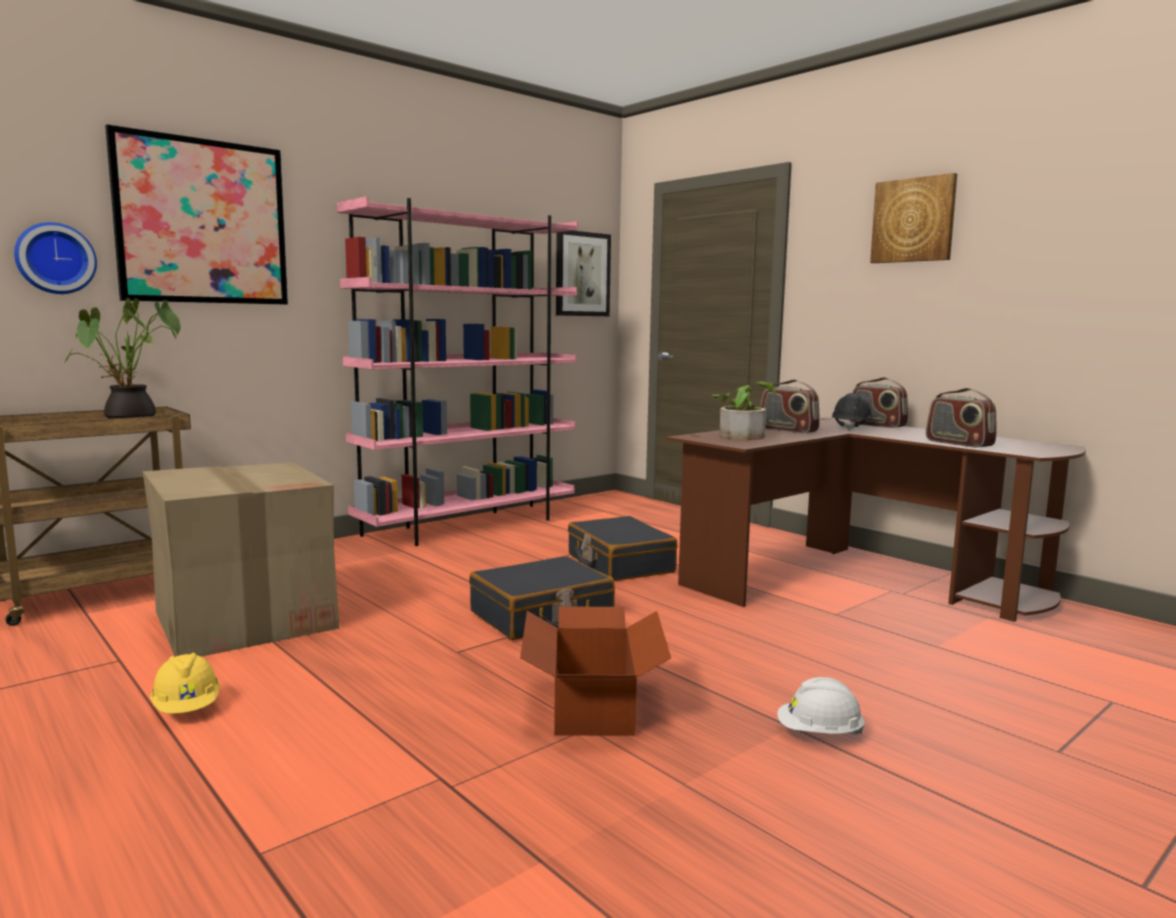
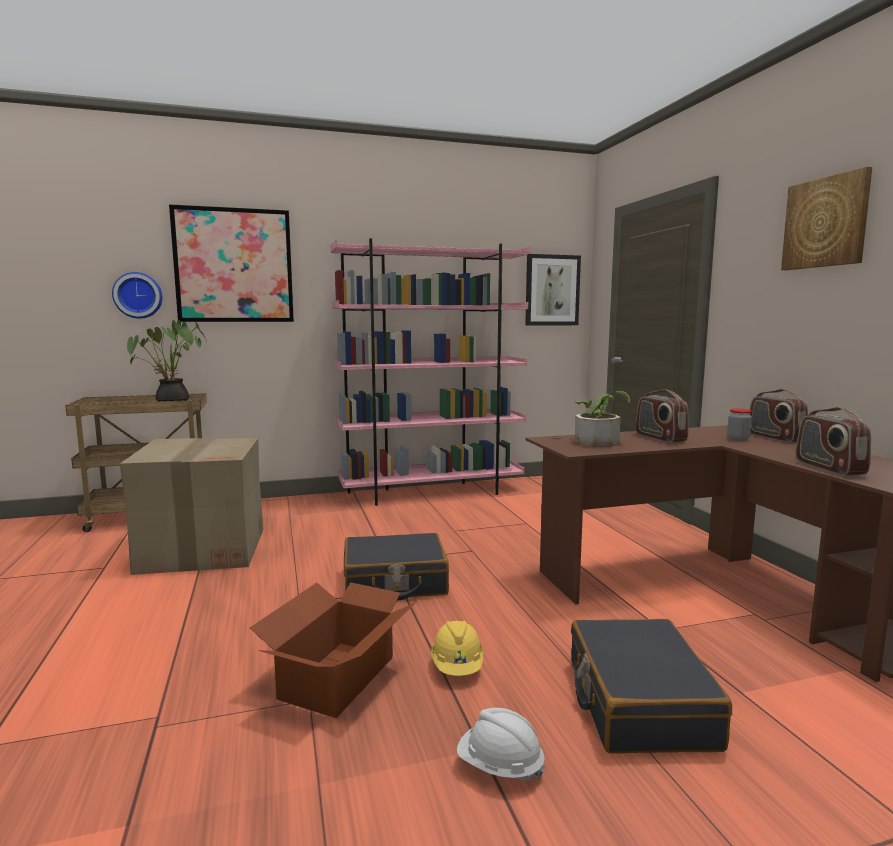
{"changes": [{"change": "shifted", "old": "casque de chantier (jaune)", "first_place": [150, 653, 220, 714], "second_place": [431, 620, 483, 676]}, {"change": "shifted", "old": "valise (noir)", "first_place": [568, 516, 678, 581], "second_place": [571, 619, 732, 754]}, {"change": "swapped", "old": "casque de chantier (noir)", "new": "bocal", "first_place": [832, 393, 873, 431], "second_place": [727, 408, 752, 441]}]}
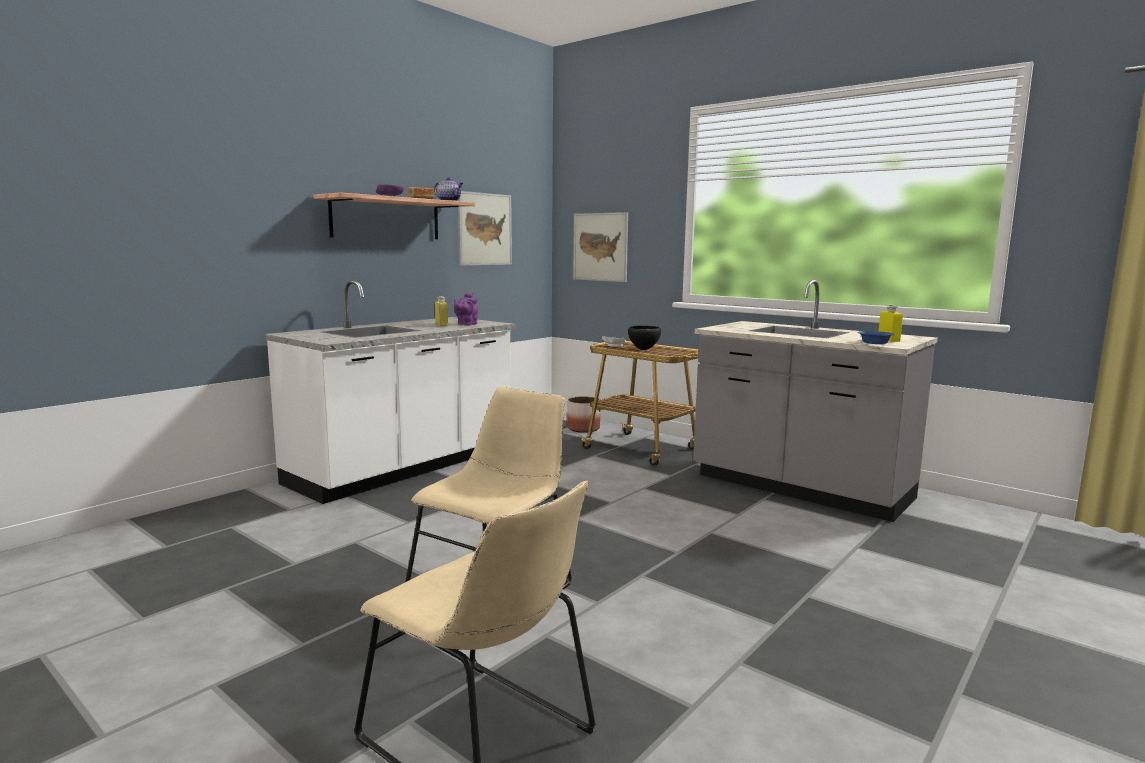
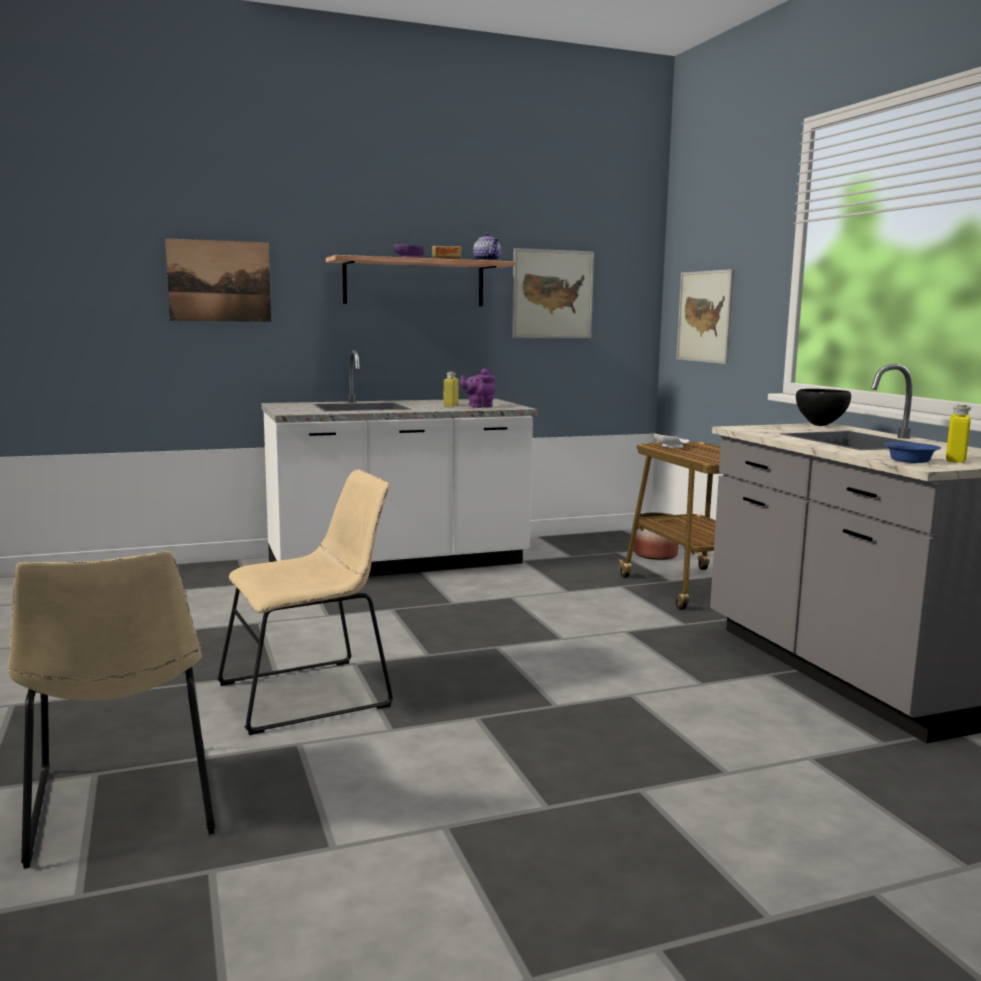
{"changes": [{"change": "shifted", "old": "bol (noir)", "first_place": [628, 326, 661, 350], "second_place": [796, 389, 851, 426]}, {"change": "new", "new": "tableau", "second_place": [165, 238, 271, 322]}]}
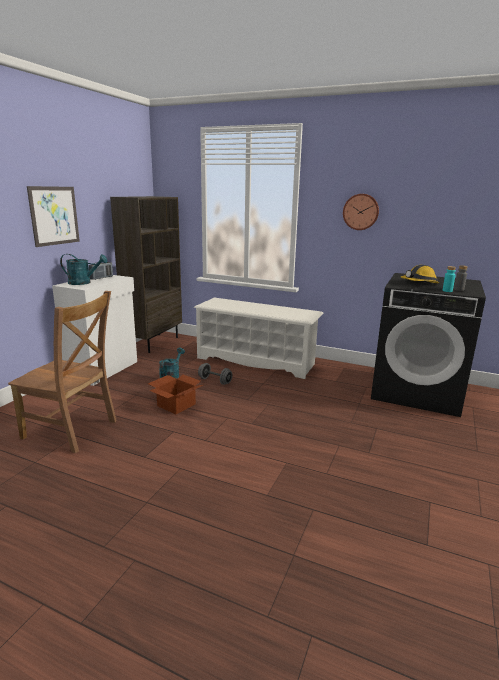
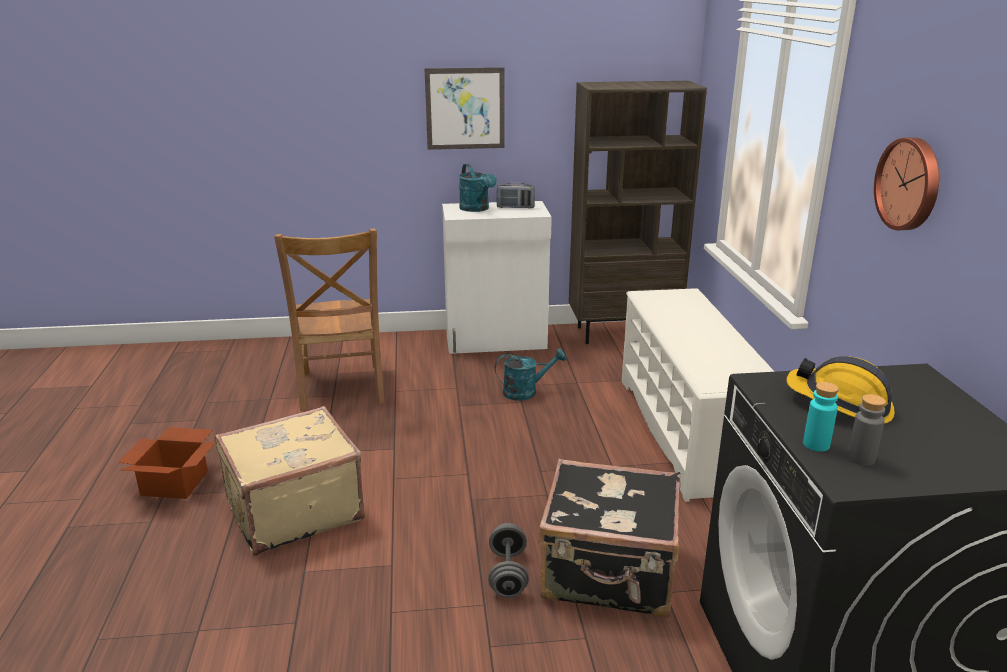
{"changes": [{"change": "shifted", "old": "carton", "first_place": [148, 375, 203, 414], "second_place": [118, 427, 215, 499]}, {"change": "shifted", "old": "haltère (gris)", "first_place": [198, 363, 232, 385], "second_place": [488, 523, 529, 598]}, {"change": "new", "new": "valise (beige)", "second_place": [215, 406, 365, 556]}, {"change": "new", "new": "valise (noir)", "second_place": [539, 459, 681, 617]}]}
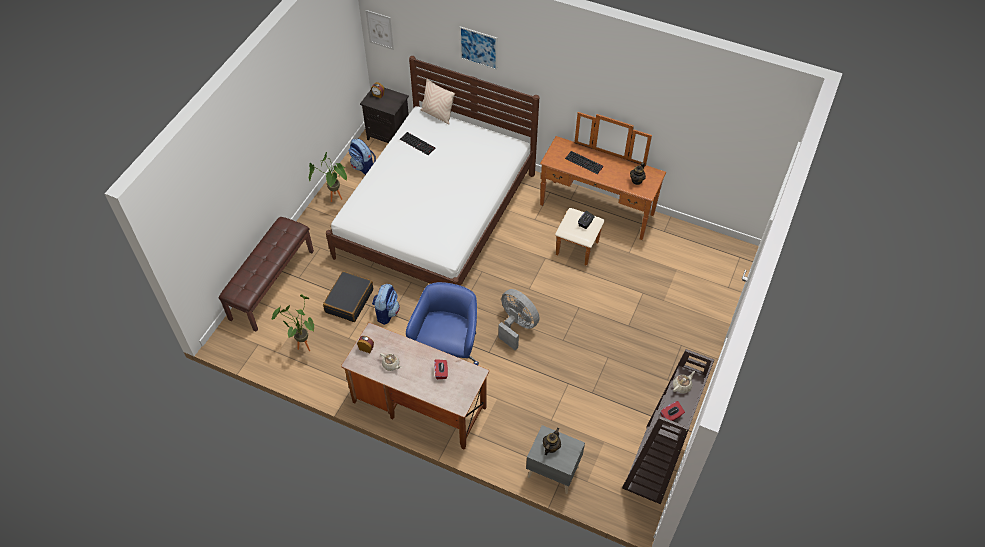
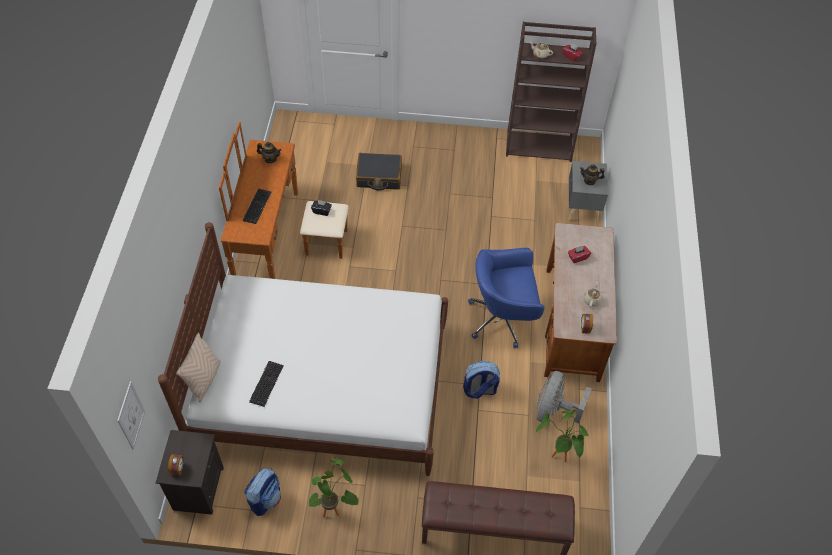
{"changes": [{"change": "shifted", "old": "valise (noir)", "first_place": [323, 271, 373, 322], "second_place": [356, 153, 402, 190]}, {"change": "gone", "old": "tableau", "first_place": [460, 26, 497, 70]}, {"change": "shifted", "old": "ventilateur (gris)", "first_place": [498, 289, 540, 351], "second_place": [536, 371, 591, 423]}]}
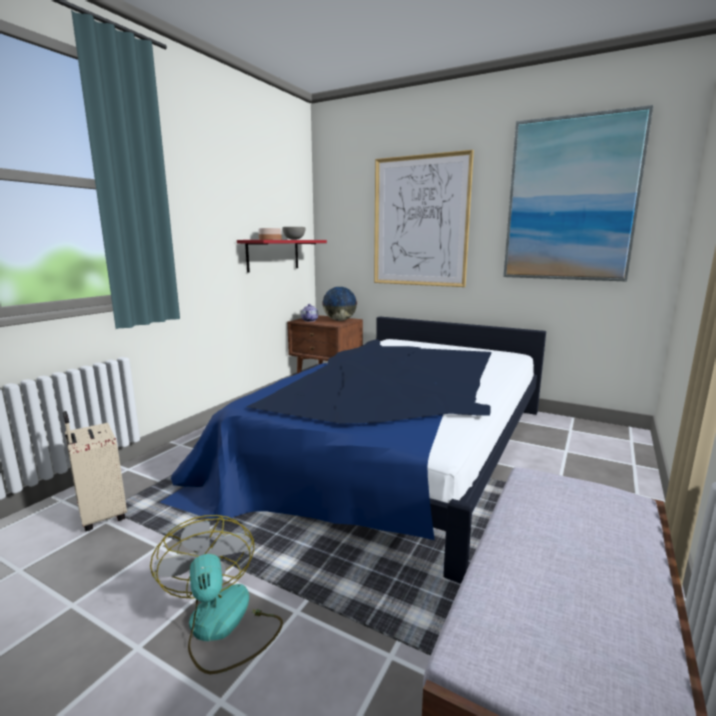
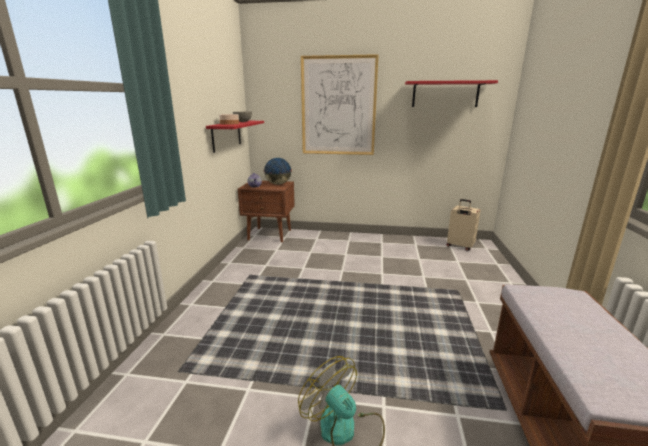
{"changes": [{"change": "shifted", "old": "valise (beige)", "first_place": [63, 411, 127, 531], "second_place": [446, 199, 480, 251]}, {"change": "gone", "old": "lit", "first_place": [160, 317, 546, 584]}, {"change": "swapped", "old": "tableau", "new": "étagère (rouge)", "first_place": [503, 105, 653, 282], "second_place": [405, 80, 498, 107]}]}
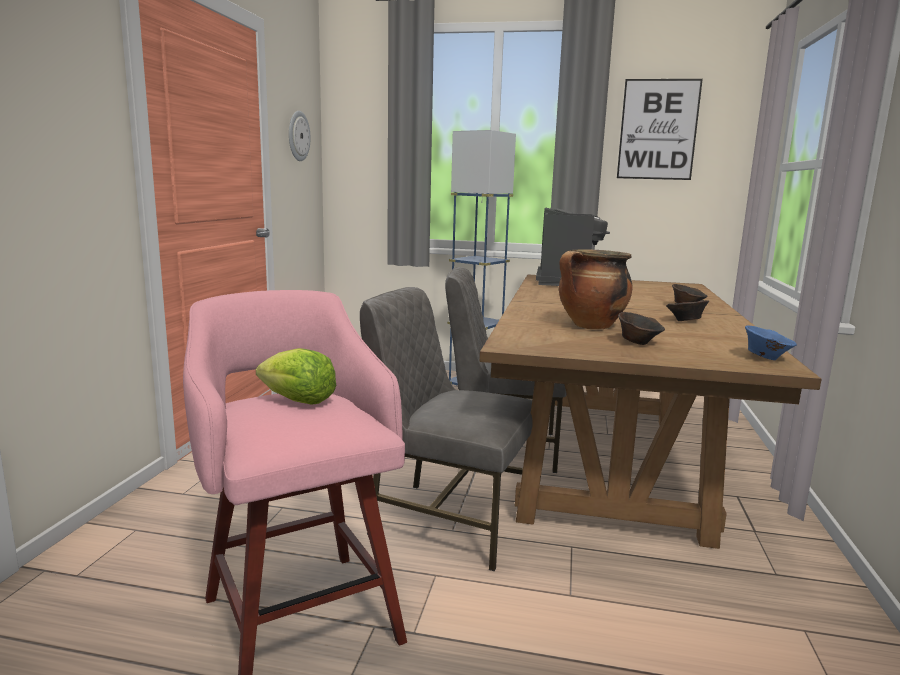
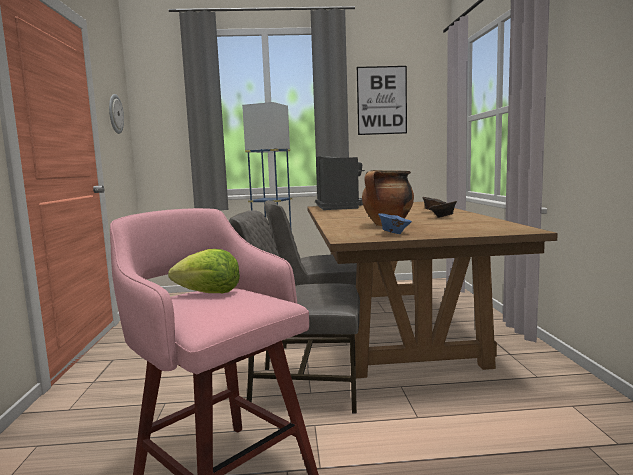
{"changes": [{"change": "gone", "old": "bol (marron)", "first_place": [618, 312, 665, 345]}, {"change": "shifted", "old": "bol (bleu)", "first_place": [745, 325, 797, 360], "second_place": [378, 213, 412, 234]}]}
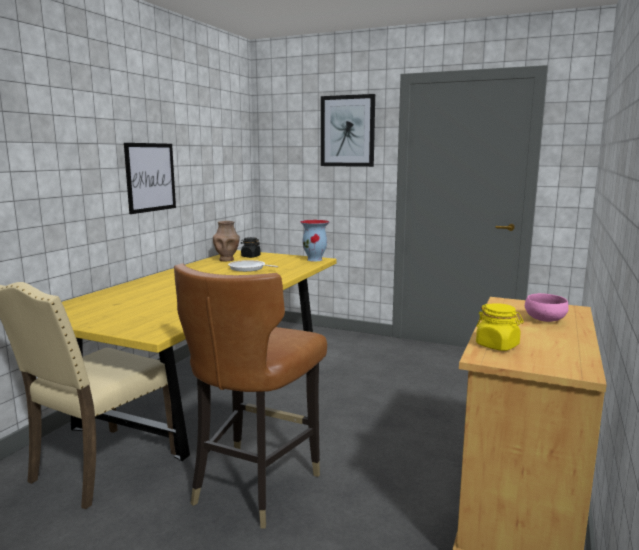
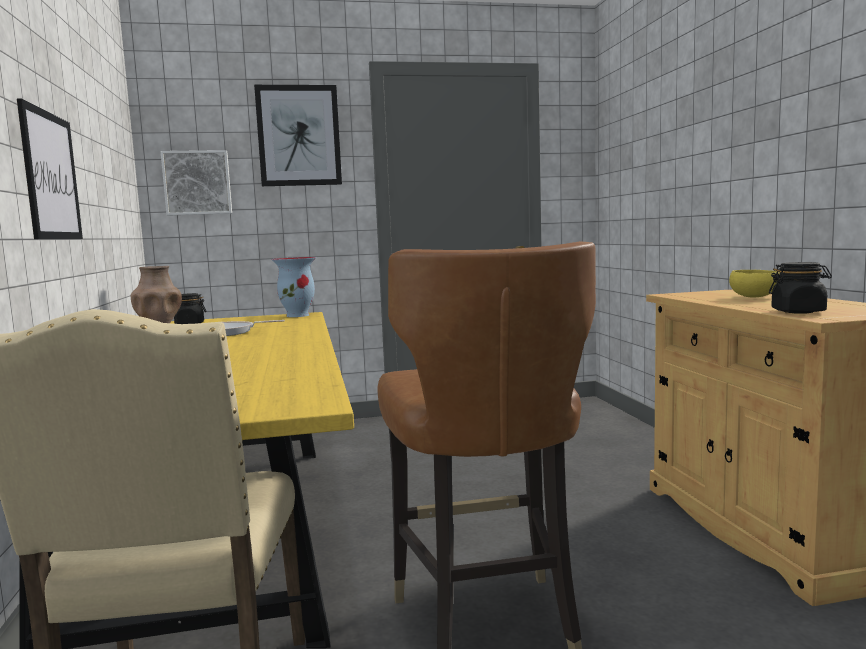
{"changes": [{"change": "repainted", "old": "bocal (jaune)", "new": "bocal (noir)", "first_place": [476, 303, 523, 351], "second_place": [769, 262, 832, 314]}, {"change": "repainted", "old": "bol (rose)", "new": "bol (jaune)", "first_place": [525, 293, 569, 322], "second_place": [729, 270, 780, 298]}, {"change": "new", "new": "tableau", "second_place": [160, 150, 232, 216]}]}
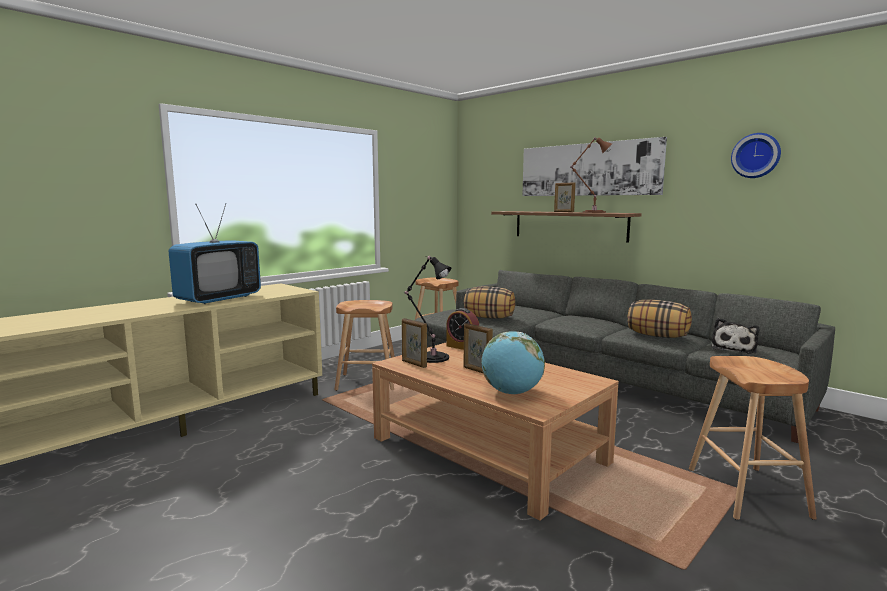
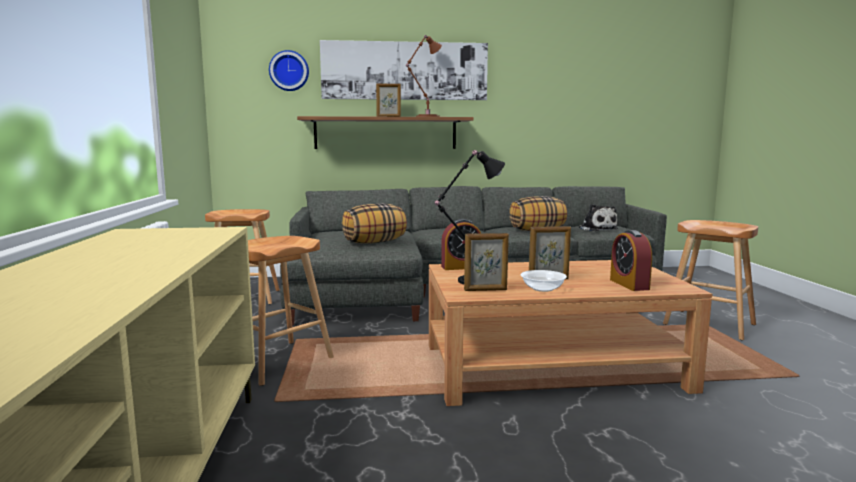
{"changes": [{"change": "gone", "old": "téléviseur", "first_place": [168, 203, 261, 304]}, {"change": "swapped", "old": "globe", "new": "réveil", "first_place": [481, 331, 545, 394], "second_place": [610, 230, 652, 291]}, {"change": "shifted", "old": "horloge murale", "first_place": [731, 133, 781, 178], "second_place": [269, 50, 309, 91]}, {"change": "new", "new": "bol", "second_place": [521, 270, 567, 292]}]}
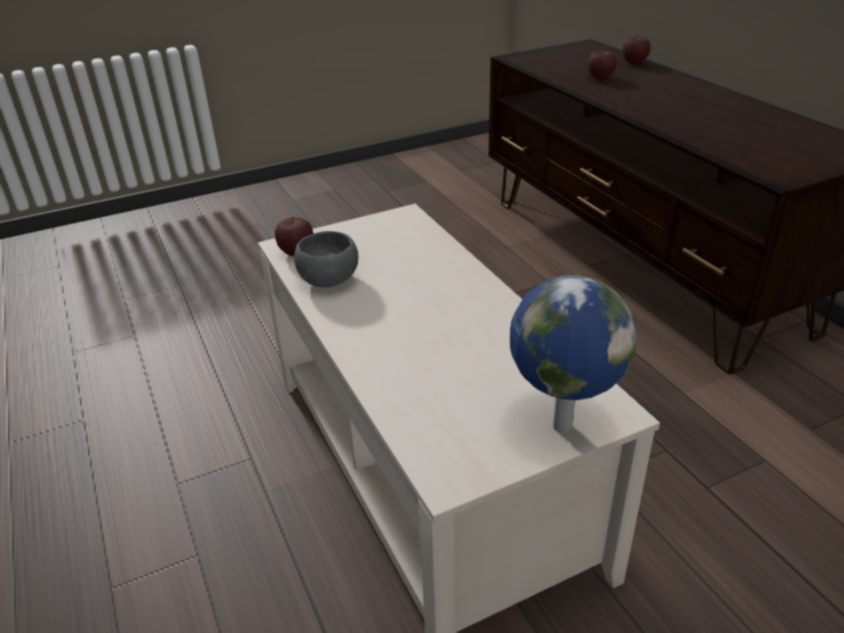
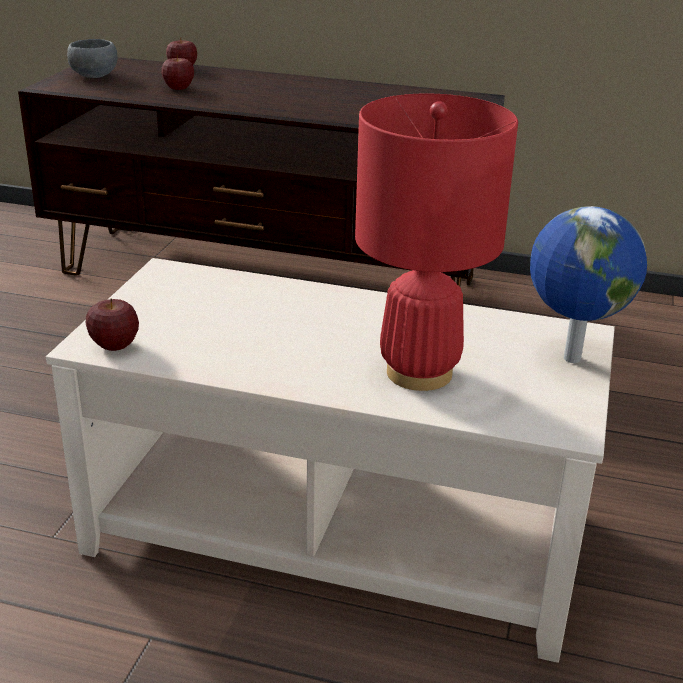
{"changes": [{"change": "shifted", "old": "bol (gris)", "first_place": [294, 231, 358, 287], "second_place": [67, 39, 118, 78]}, {"change": "new", "new": "lampe de table (rouge)", "second_place": [355, 94, 518, 391]}]}
